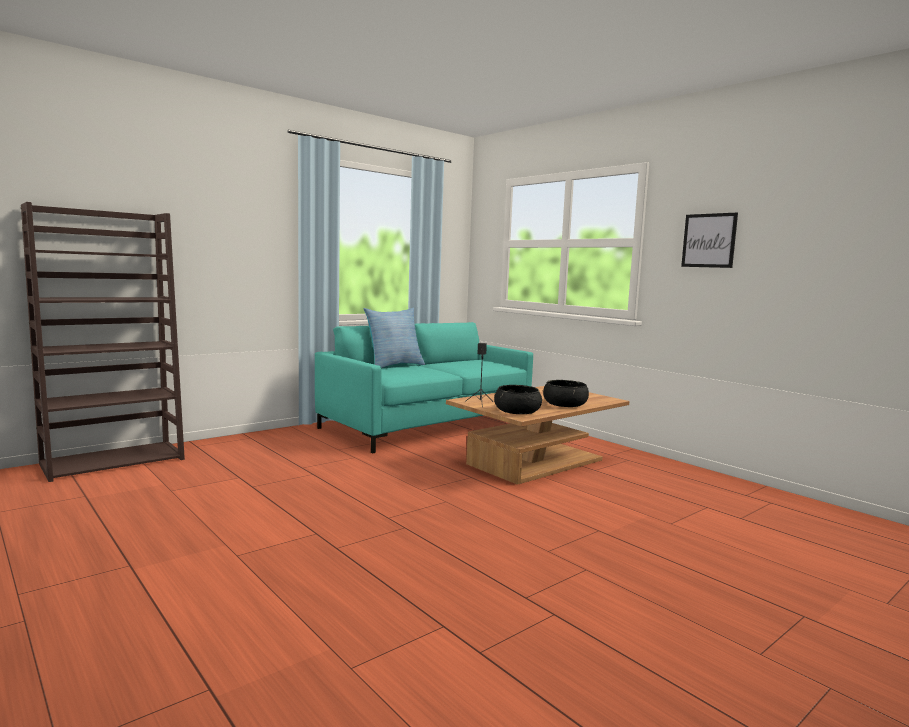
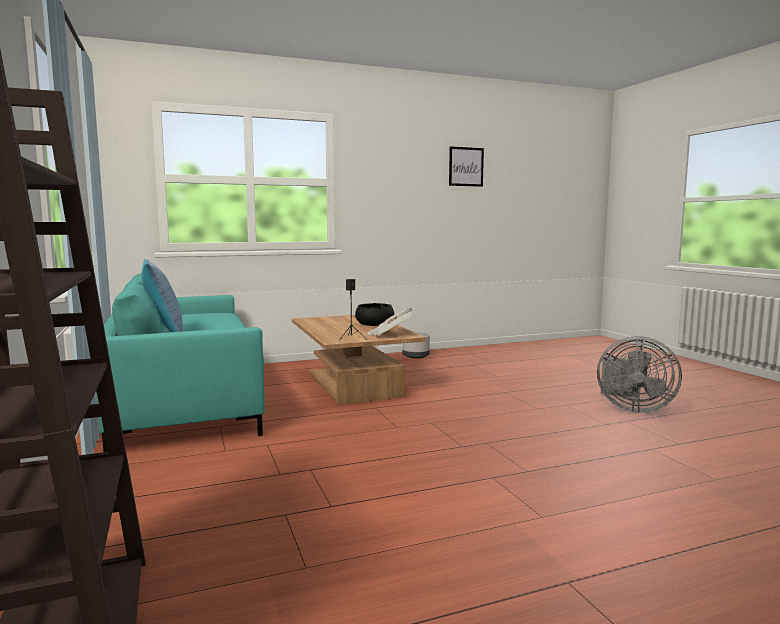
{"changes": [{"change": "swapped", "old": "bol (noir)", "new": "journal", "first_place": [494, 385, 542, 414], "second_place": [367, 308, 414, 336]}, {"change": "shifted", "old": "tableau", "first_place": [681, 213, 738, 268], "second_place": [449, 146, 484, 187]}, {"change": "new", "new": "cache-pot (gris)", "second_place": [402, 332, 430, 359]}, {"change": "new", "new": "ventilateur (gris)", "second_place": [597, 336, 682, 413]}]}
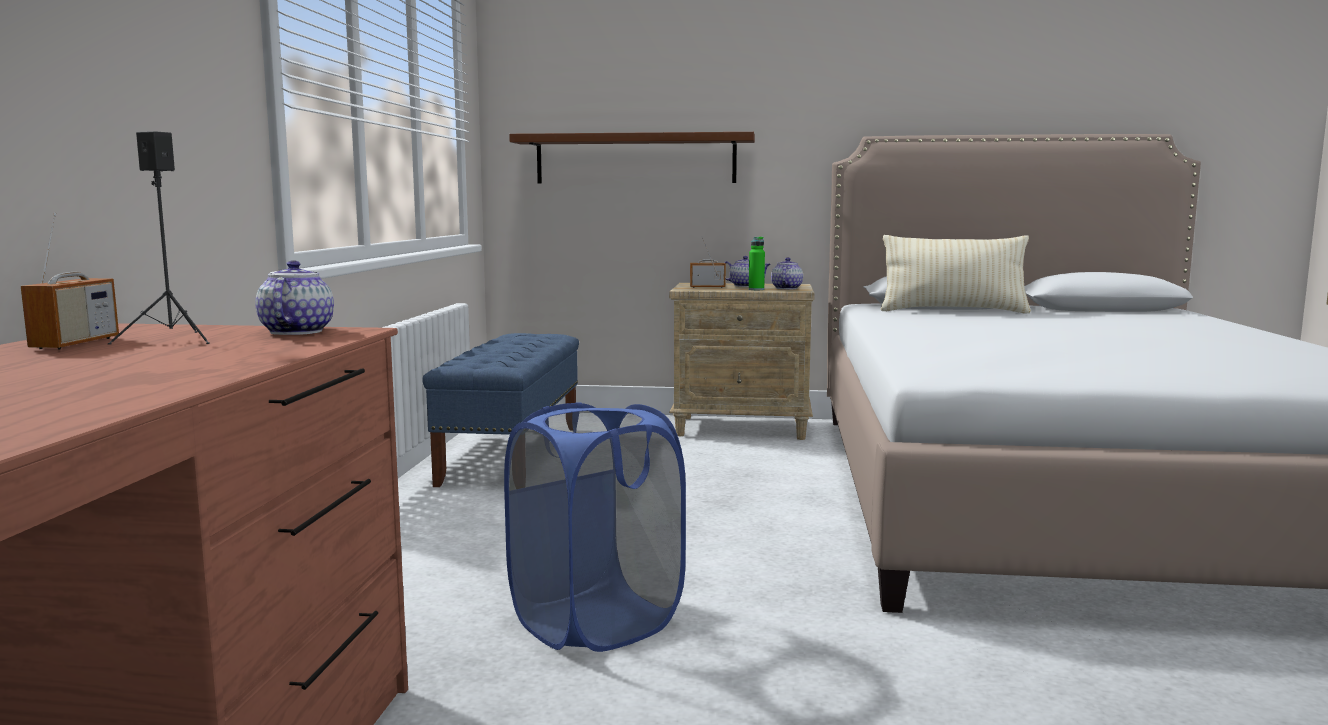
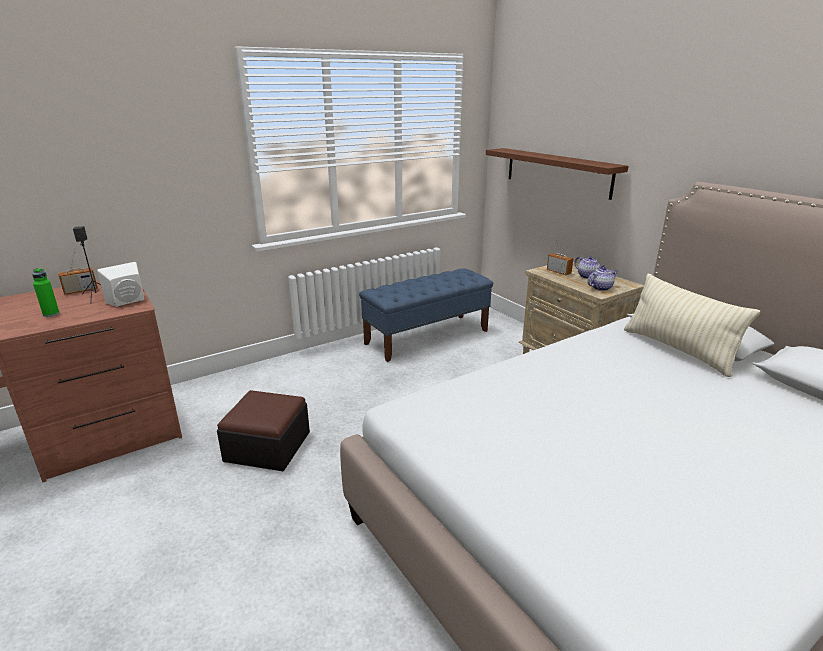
{"changes": [{"change": "swapped", "old": "théière", "new": "enceinte (blanc)", "first_place": [255, 260, 334, 335], "second_place": [97, 262, 144, 307]}, {"change": "swapped", "old": "panier à linge (bleu)", "new": "pouf", "first_place": [504, 402, 686, 652], "second_place": [217, 390, 310, 471]}, {"change": "shifted", "old": "bouteille (vert)", "first_place": [749, 237, 765, 290], "second_place": [32, 268, 60, 317]}]}
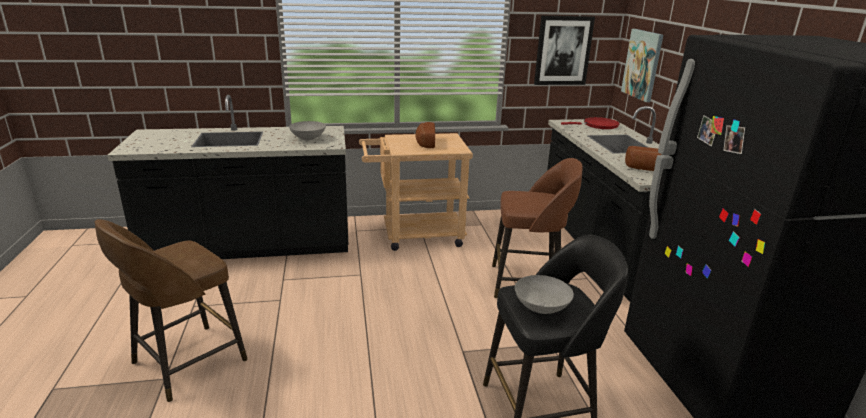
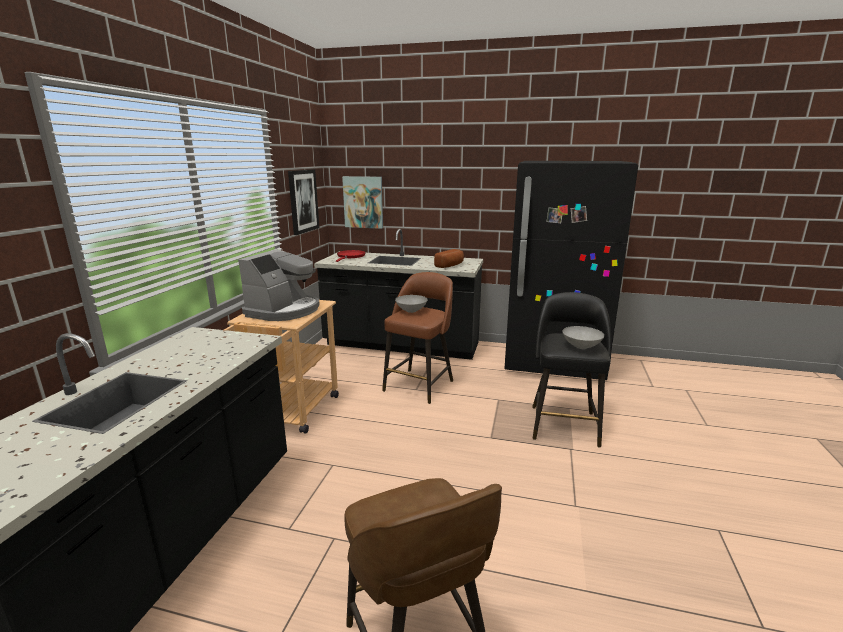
{"changes": [{"change": "shifted", "old": "bol (gris)", "first_place": [289, 121, 326, 141], "second_place": [395, 295, 428, 313]}, {"change": "swapped", "old": "pain", "new": "machine à café", "first_place": [415, 122, 435, 148], "second_place": [238, 249, 319, 321]}]}
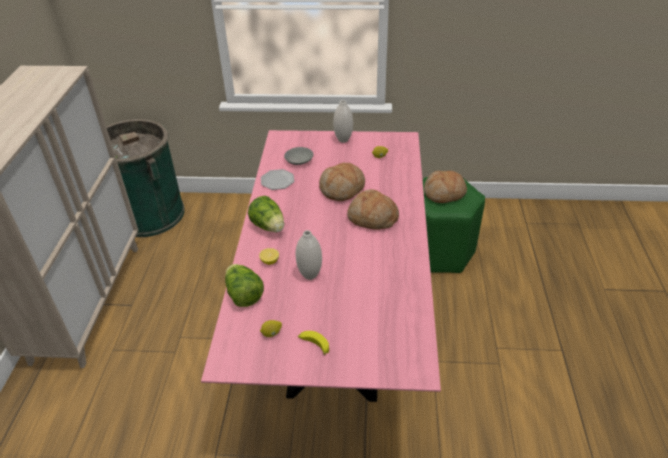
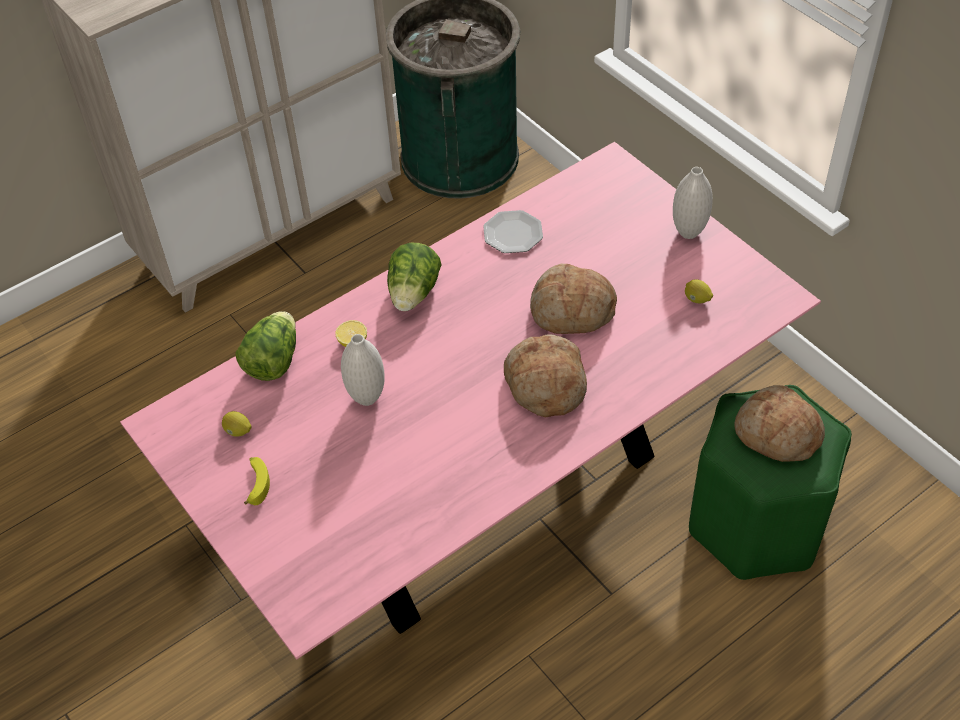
{"changes": [{"change": "gone", "old": "bol (gris)", "first_place": [284, 147, 313, 165]}]}
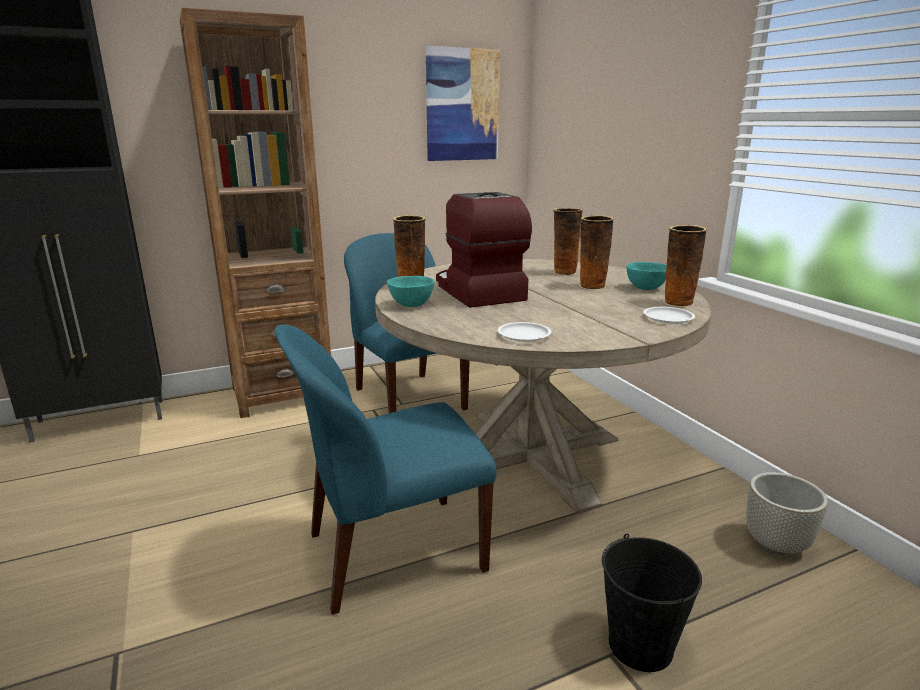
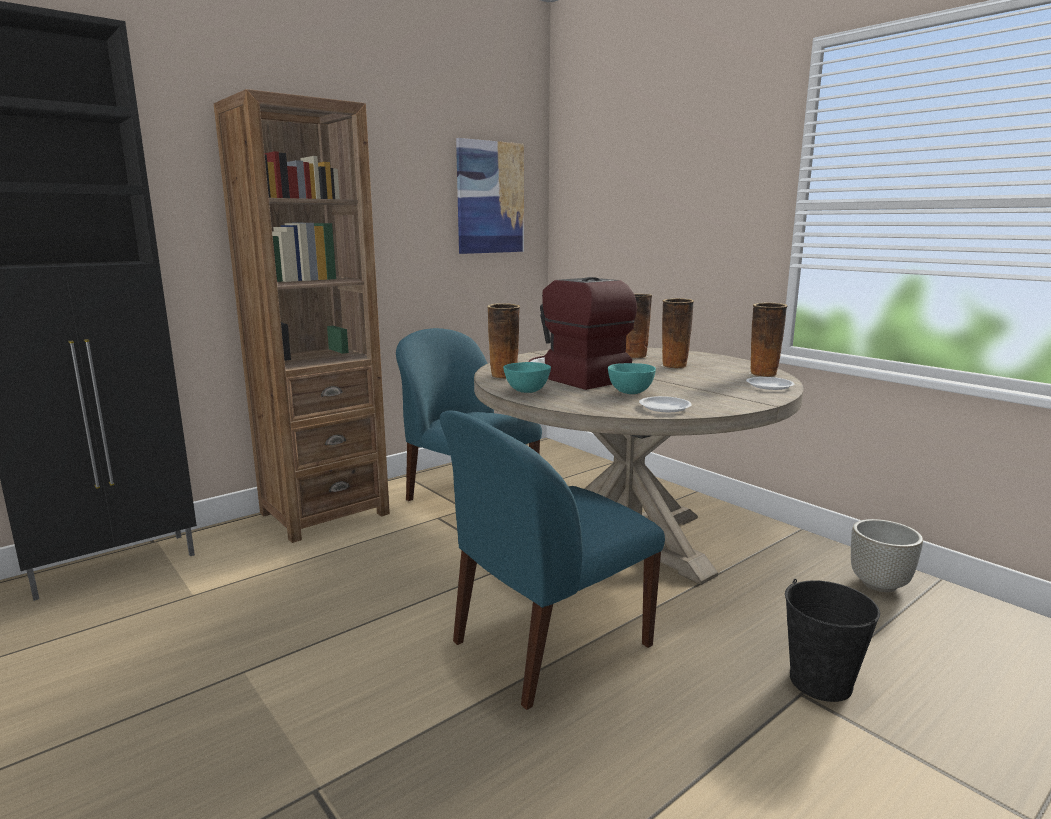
{"changes": [{"change": "shifted", "old": "bol (turquoise)", "first_place": [626, 262, 667, 290], "second_place": [608, 363, 656, 394]}]}
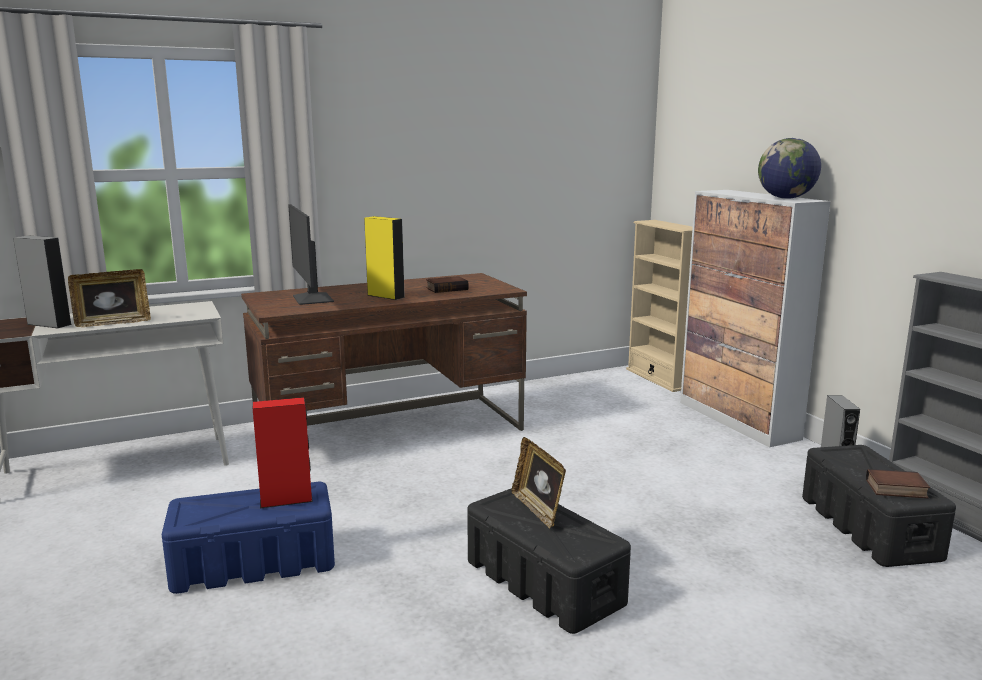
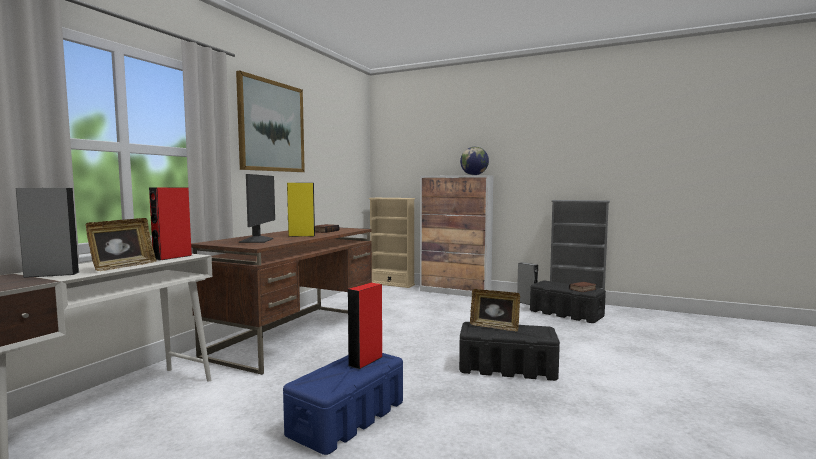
{"changes": [{"change": "rotated", "old": "écran d'ordinateur", "first_place": [288, 204, 334, 305], "second_place": [239, 174, 275, 243], "degrees": -120}, {"change": "new", "new": "enceinte (rouge)", "second_place": [149, 187, 192, 261]}, {"change": "new", "new": "tableau", "second_place": [236, 71, 305, 172]}]}
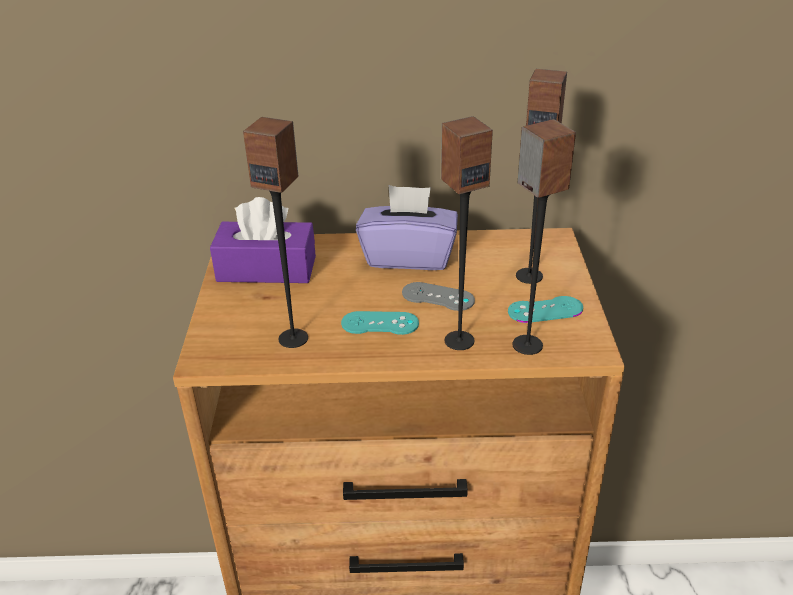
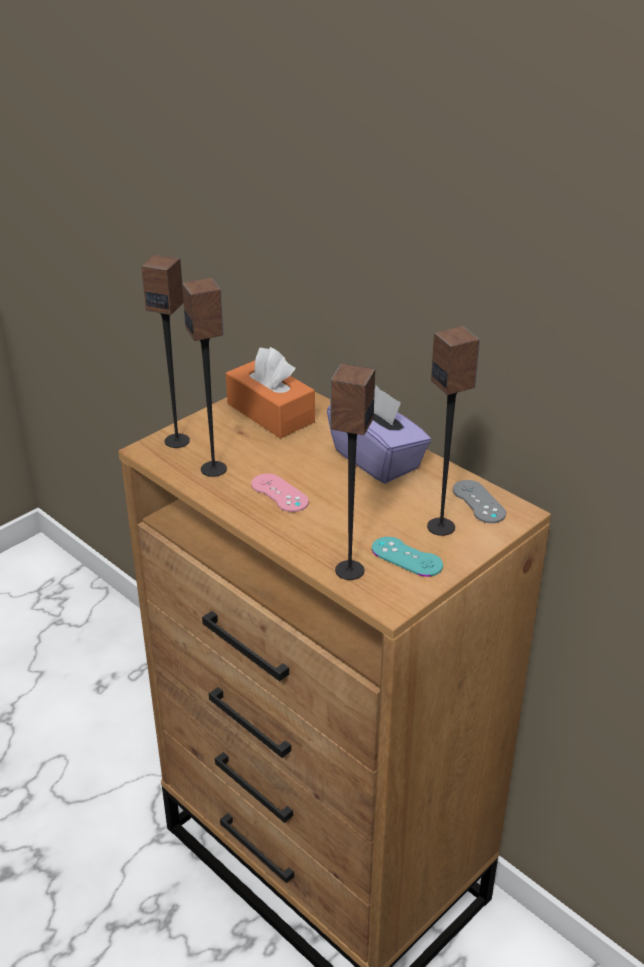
{"changes": [{"change": "repainted", "old": "boîte à mouchoirs (violet)", "new": "boîte à mouchoirs (orange)", "first_place": [210, 197, 316, 283], "second_place": [226, 347, 315, 438]}, {"change": "repainted", "old": "manette (turquoise)", "new": "manette (rose)", "first_place": [341, 311, 419, 335], "second_place": [251, 474, 309, 512]}, {"change": "shifted", "old": "manette (gris)", "first_place": [402, 282, 475, 311], "second_place": [453, 480, 506, 523]}, {"change": "shifted", "old": "enceinte", "first_place": [441, 116, 493, 350], "second_place": [141, 254, 190, 448]}]}
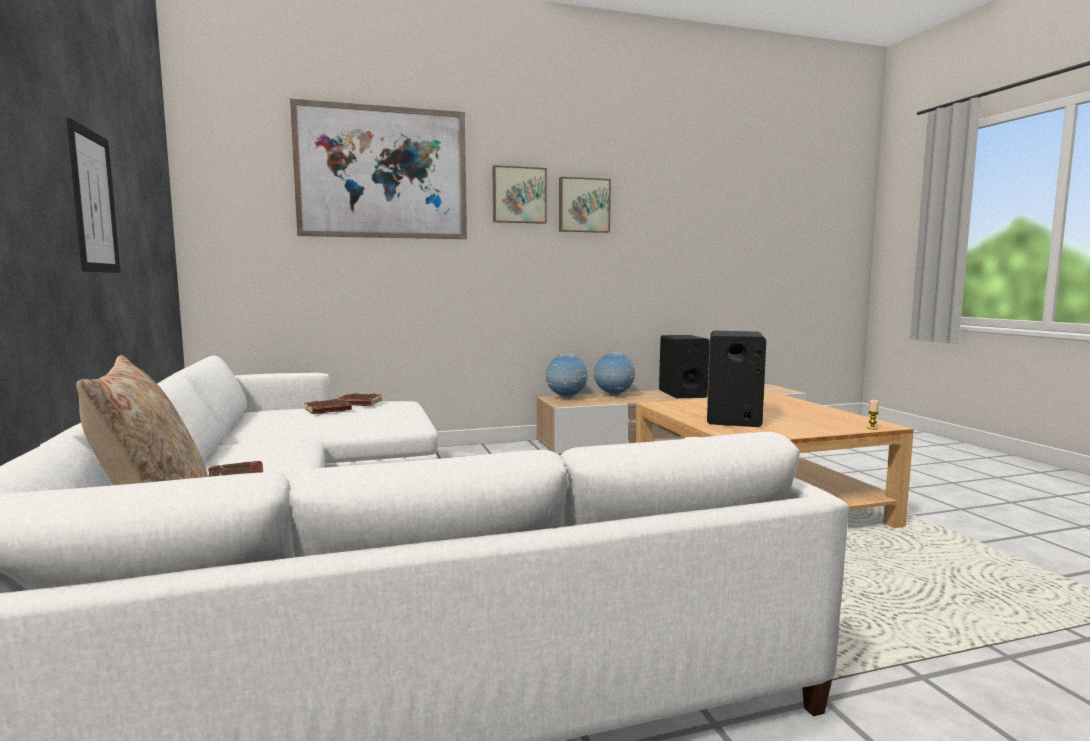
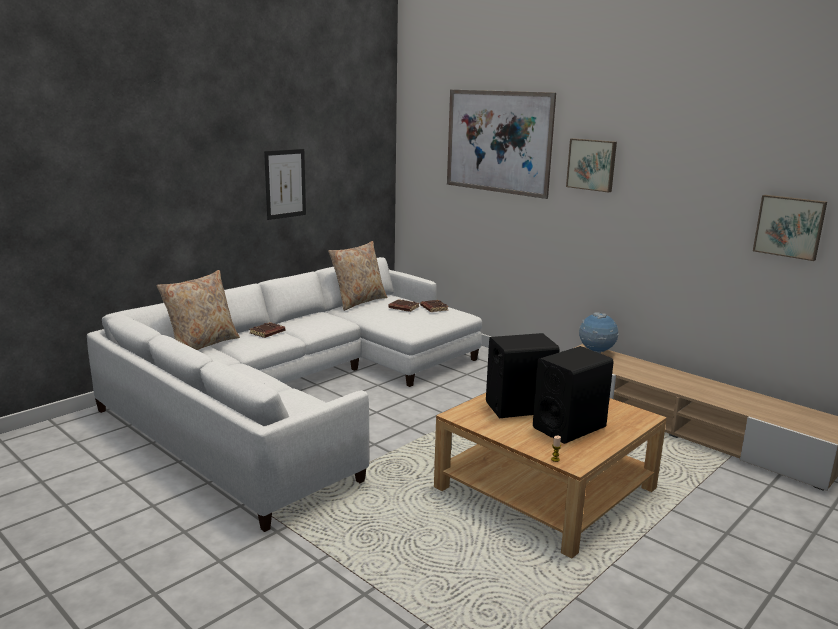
{"changes": [{"change": "shifted", "old": "tableau", "first_place": [559, 177, 611, 233], "second_place": [753, 195, 827, 261]}, {"change": "gone", "old": "globe", "first_place": [594, 352, 635, 396]}, {"change": "shifted", "old": "enceinte (noir)", "first_place": [659, 335, 710, 398], "second_place": [533, 346, 614, 444]}, {"change": "new", "new": "coussin (beige)", "second_place": [328, 241, 388, 311]}]}
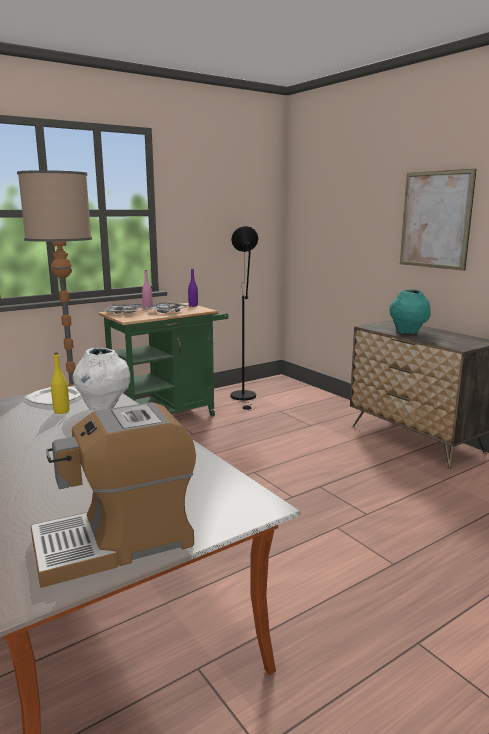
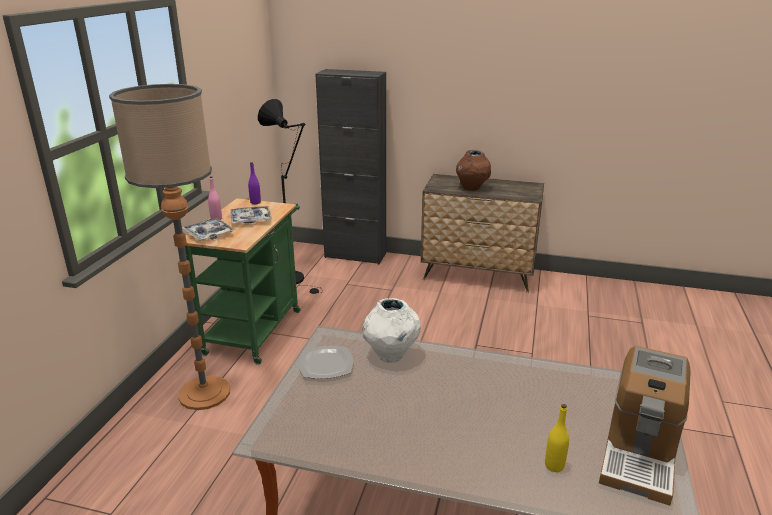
{"changes": [{"change": "shifted", "old": "bouteille (jaune)", "first_place": [51, 353, 69, 414], "second_place": [545, 404, 569, 472]}, {"change": "repainted", "old": "vase (turquoise)", "new": "vase (marron)", "first_place": [389, 289, 431, 334], "second_place": [456, 150, 491, 191]}, {"change": "gone", "old": "tableau", "first_place": [400, 169, 476, 271]}, {"change": "new", "new": "meuble de rangement (noir)", "second_place": [315, 69, 386, 264]}]}
